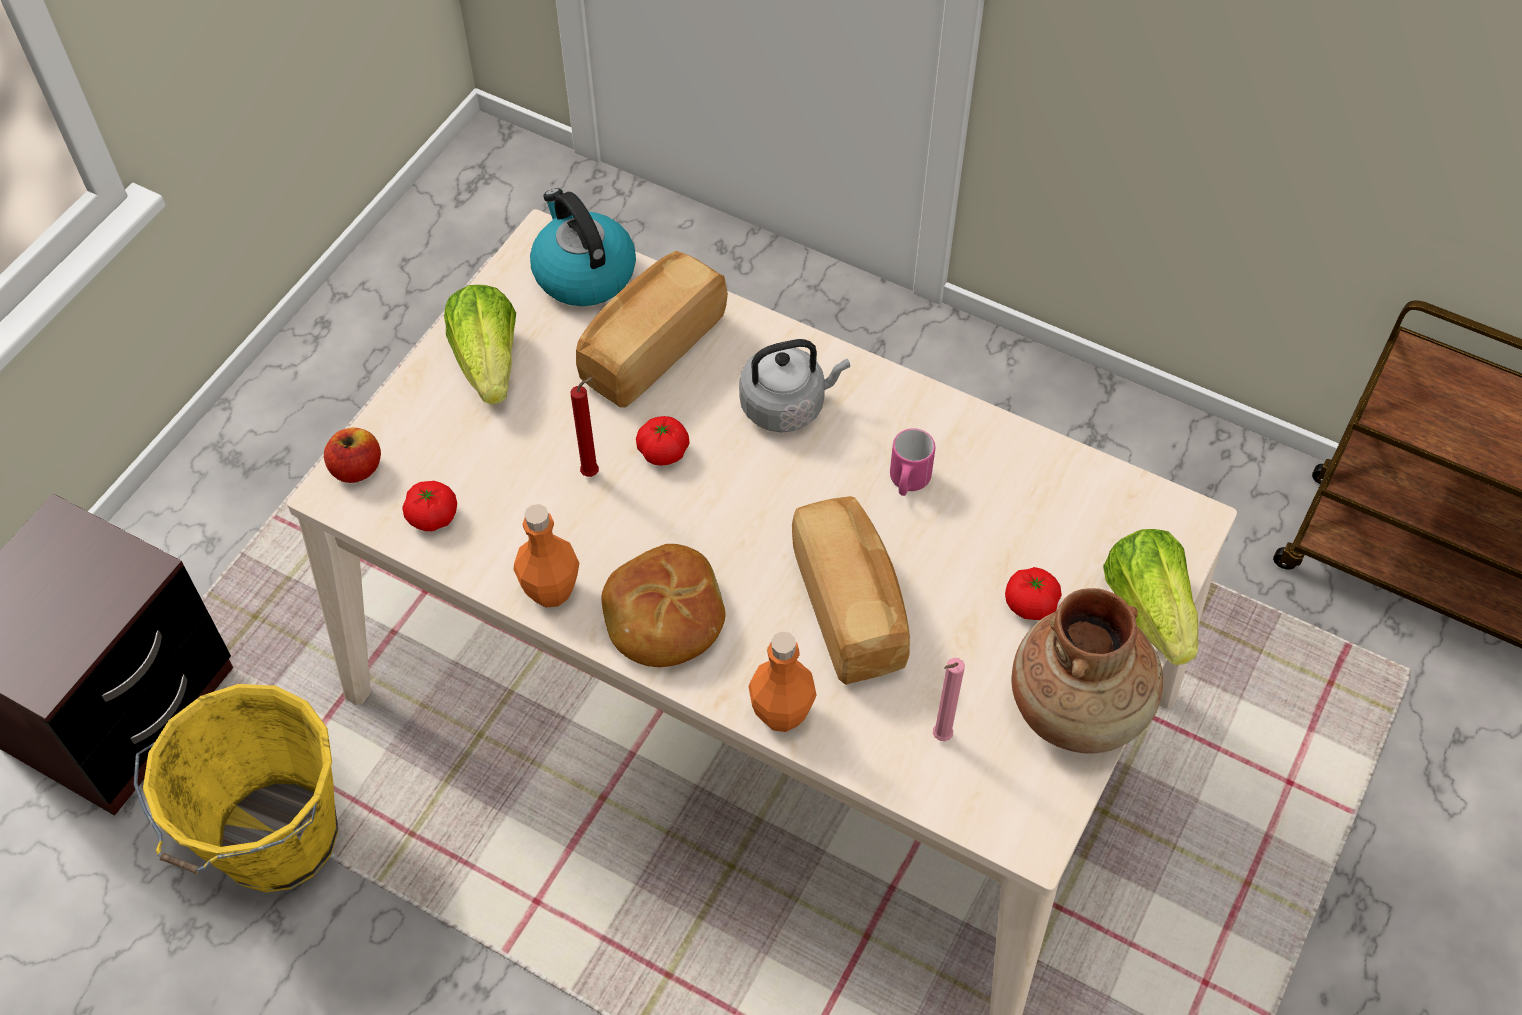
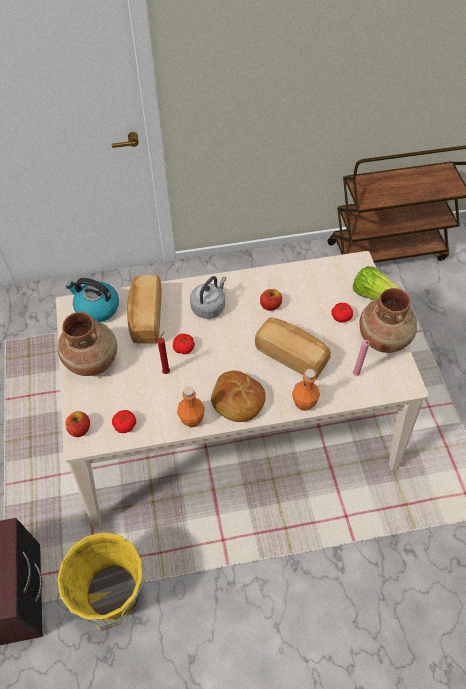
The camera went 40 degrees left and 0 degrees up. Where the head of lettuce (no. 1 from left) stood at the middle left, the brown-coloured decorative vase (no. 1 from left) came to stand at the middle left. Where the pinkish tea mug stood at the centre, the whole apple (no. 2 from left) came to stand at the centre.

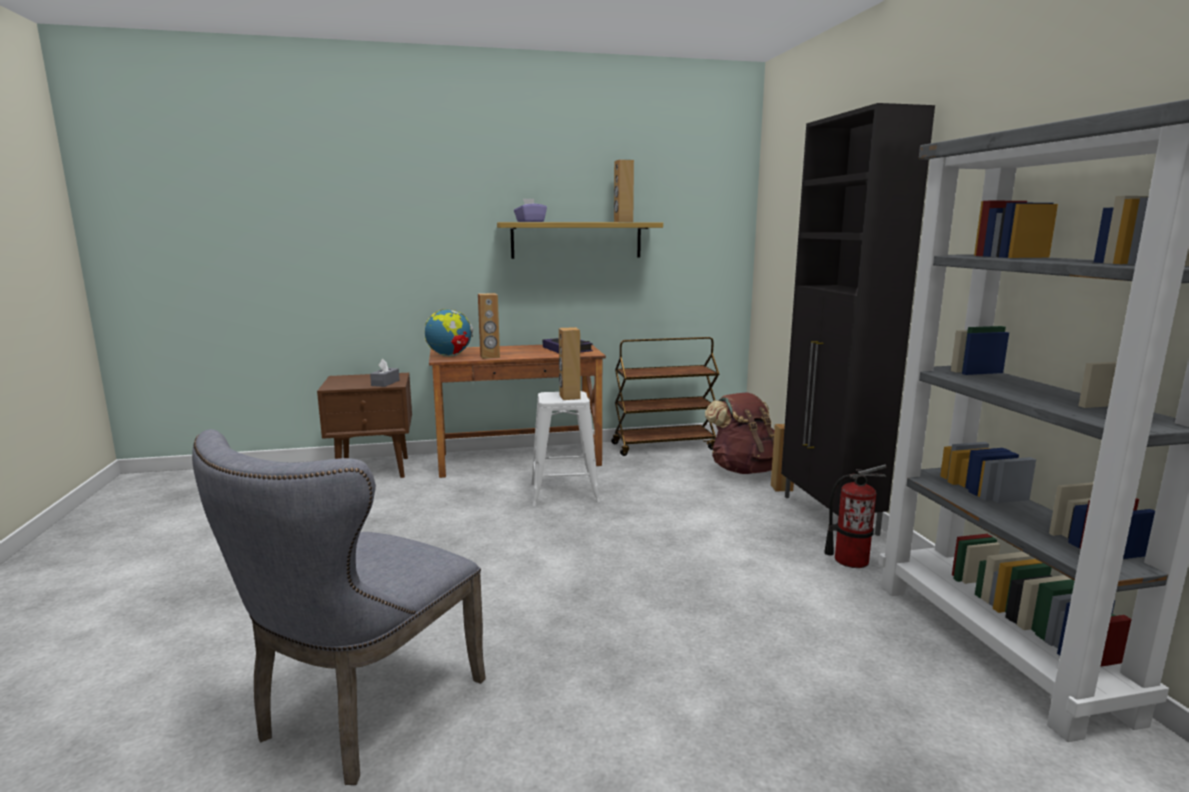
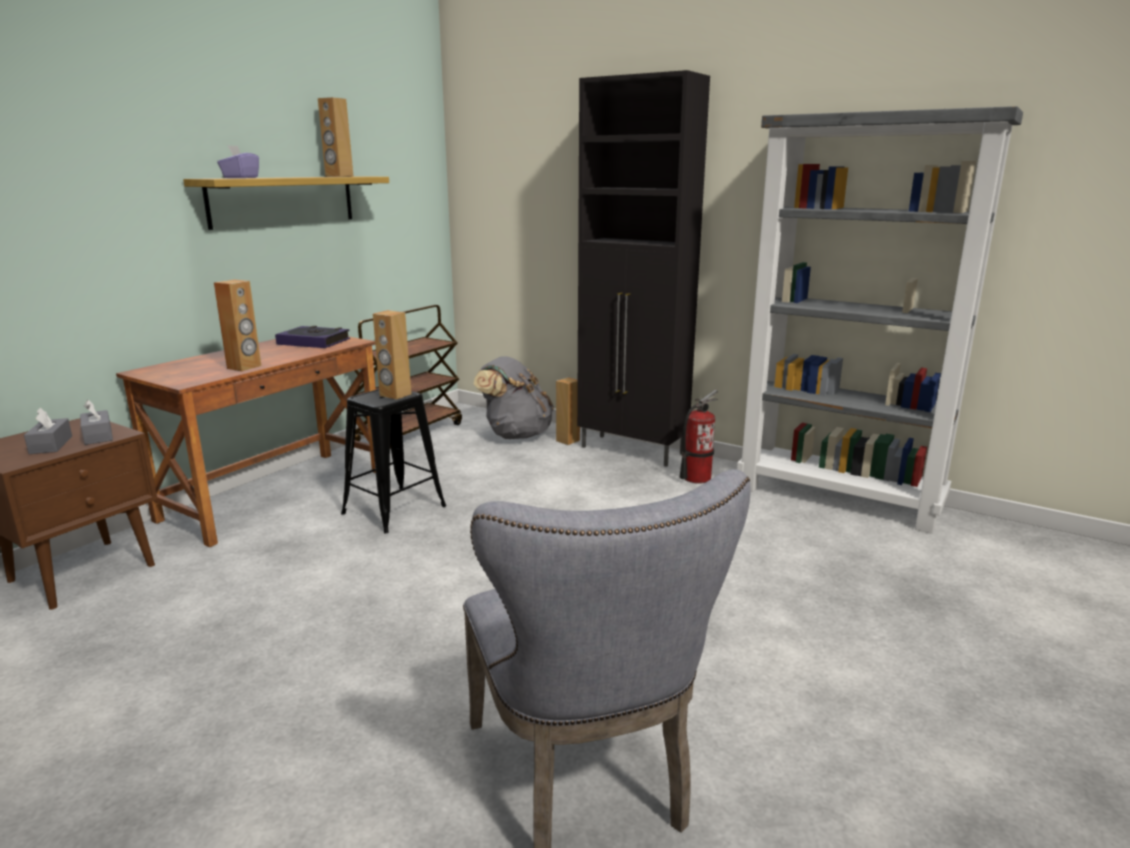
The camera went 45 degrees left and 5 degrees up. The second view lost the globe at the centre. What was the white-coloured stool seat at the centre turned into the black-coloured stool seat at the centre. What was the brown-coloured knapsack at the centre turned into the greyish knapsack at the centre. The second view gained the greyish box of tissues (no. 1 from left) at the middle left.

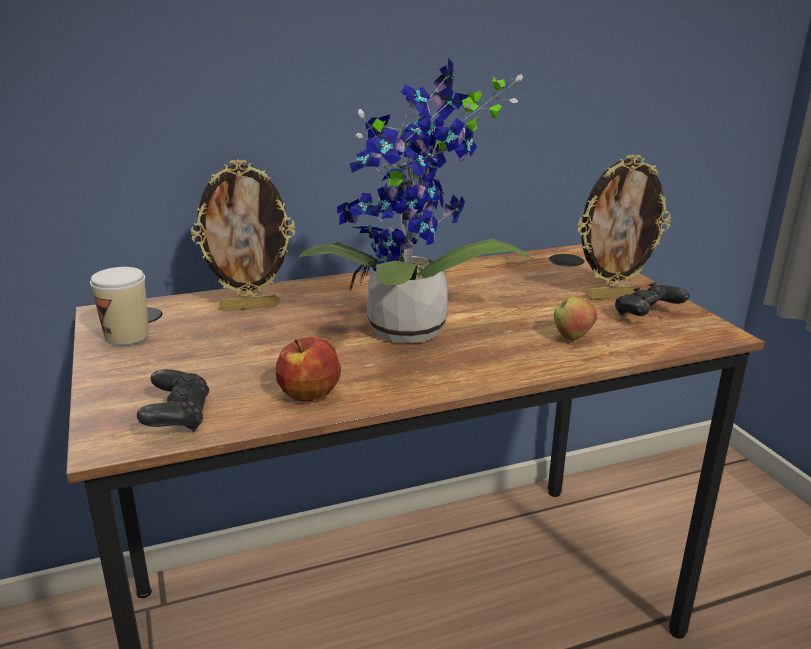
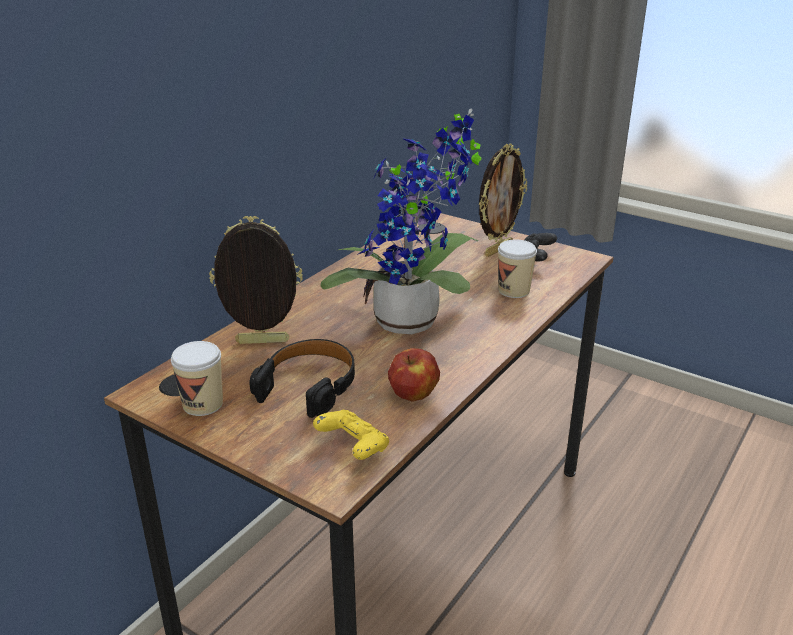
The camera went 35 degrees left and 5 degrees up. What was the black-coloured gamepad (no. 1 from left) at the middle left turned into the yellow-coloured gamepad at the bottom centre. The picture frame (no. 1 from left) at the middle left ended up facing another way, 135 degrees counterclockwise from before. Where the whole apple (no. 2 from left) stood at the middle right, the cup (no. 2 from left) came to stand at the centre. The second view gained the black-coloured headset at the centre.

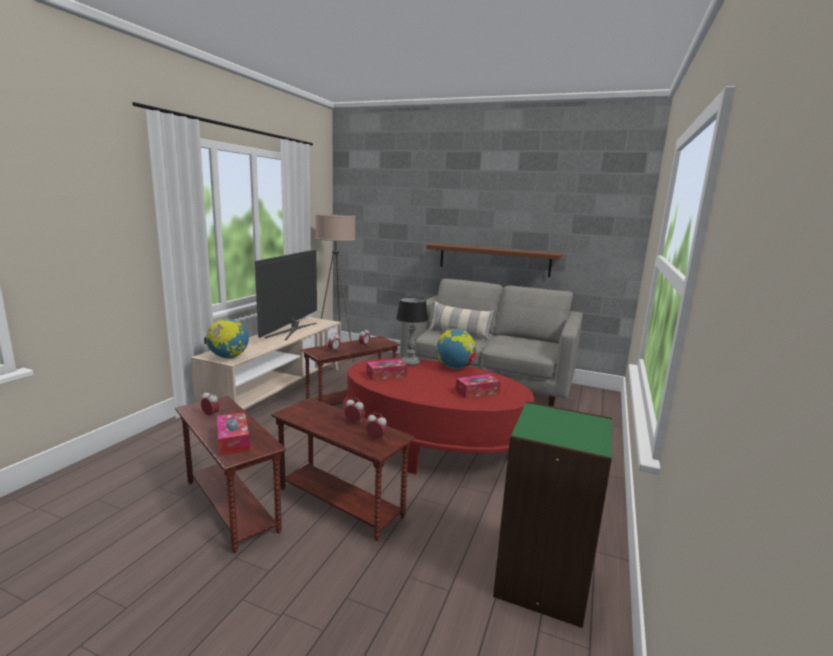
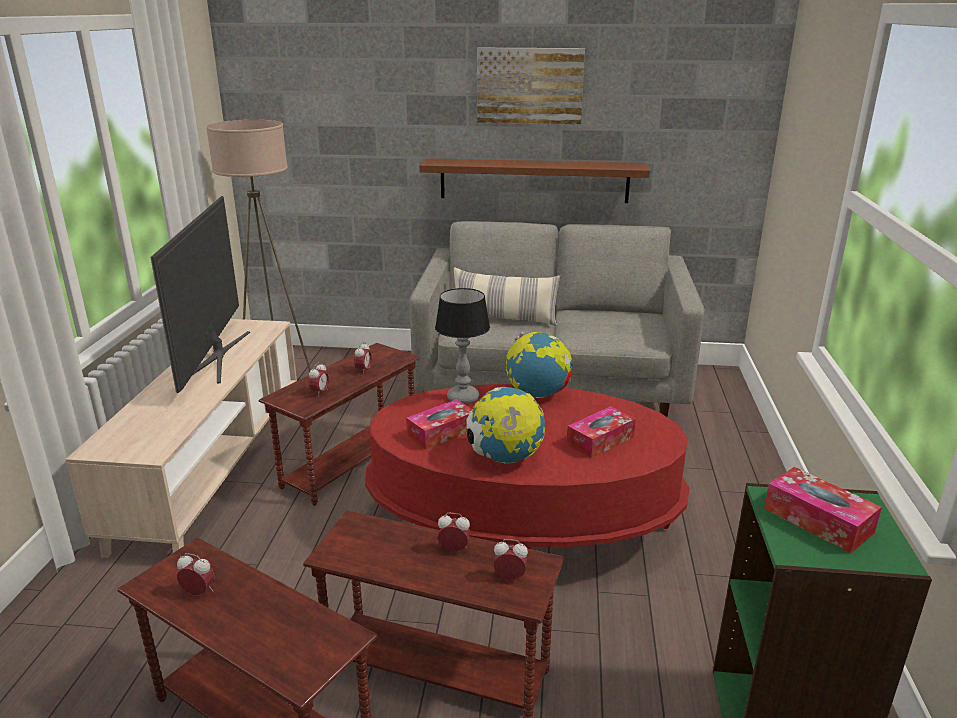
The camera went 15 degrees left and 10 degrees up. The globe (no. 1 from left) ended up elsewhere, having gone from the middle left to the centre. The box of tissues (no. 1 from left in the first image) ended up elsewhere, having gone from the middle left to the bottom right. The second view gained the wall picture at the top centre.

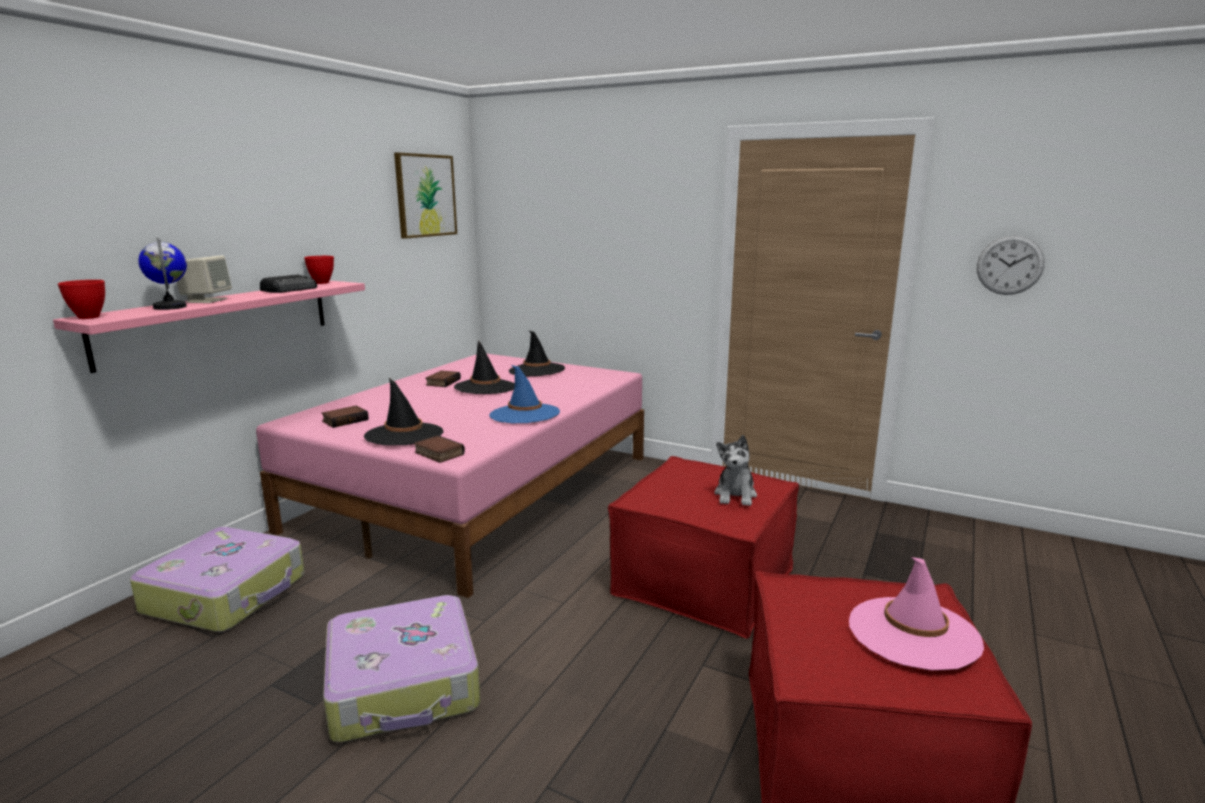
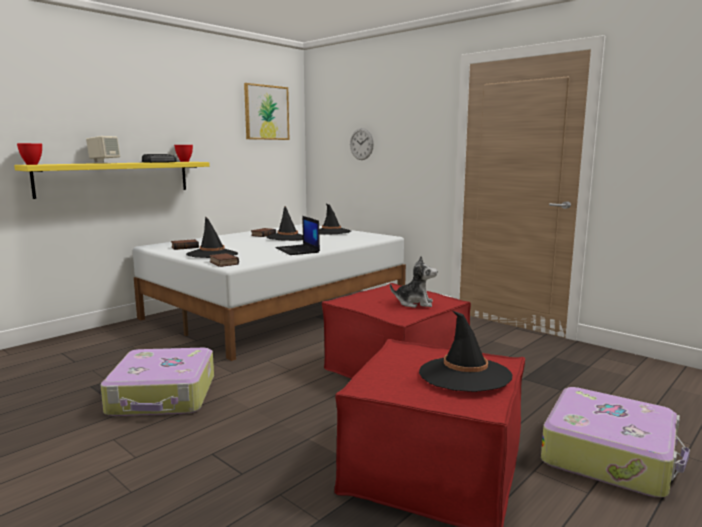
The camera went 15 degrees right and 5 degrees down. What was the pinkish bracket shelf at the middle left turned into the yellow-coloured bracket shelf at the middle left. The piece of luggage (no. 1 from left in the first image) ended up elsewhere, having gone from the bottom left to the bottom right. The second view lost the globe at the middle left. What was the pinkish bedroom bed at the centre turned into the white-coloured bedroom bed at the centre. Where the bluish wearable hat stood at the centre, the laptop came to stand at the centre. The soft toy at the centre ended up facing another way, 105 degrees counterclockwise from before. What was the pinkish wearable hat at the bottom right turned into the black-coloured wearable hat (no. 4 from left) at the centre. The hanging clock ended up elsewhere, having gone from the top right to the top centre.

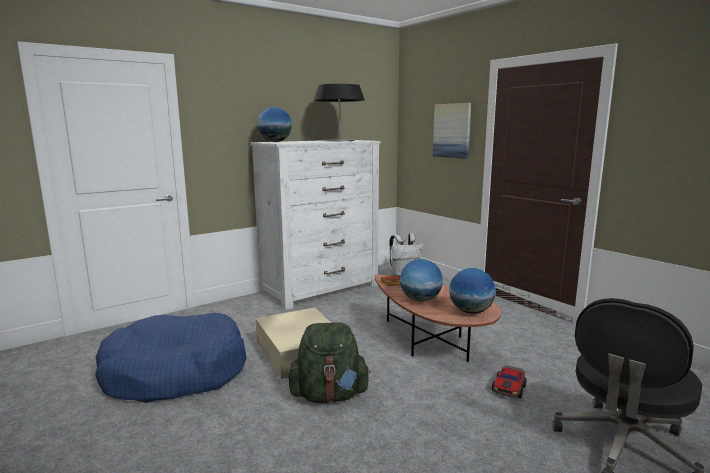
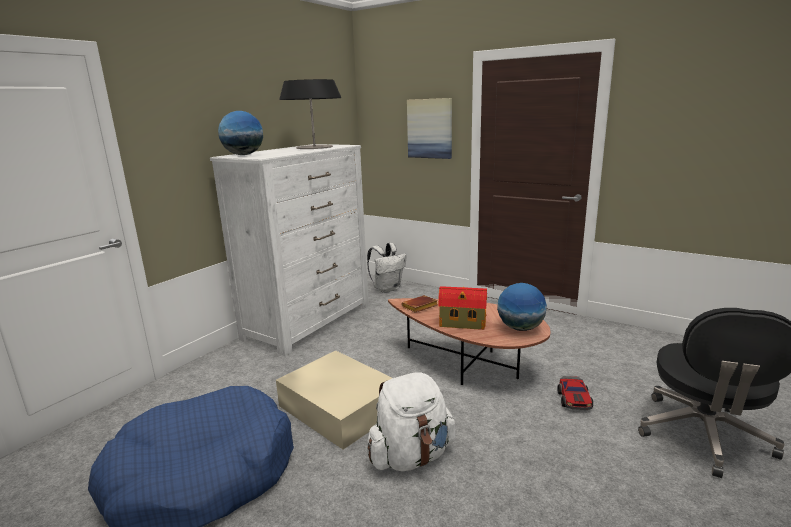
The camera went 20 degrees left and 5 degrees up. What was the greenish knapsack at the bottom centre turned into the white-coloured knapsack (no. 2 from left) at the bottom centre. Where the globe (no. 2 from left) stood at the centre, the miniature house came to stand at the centre.

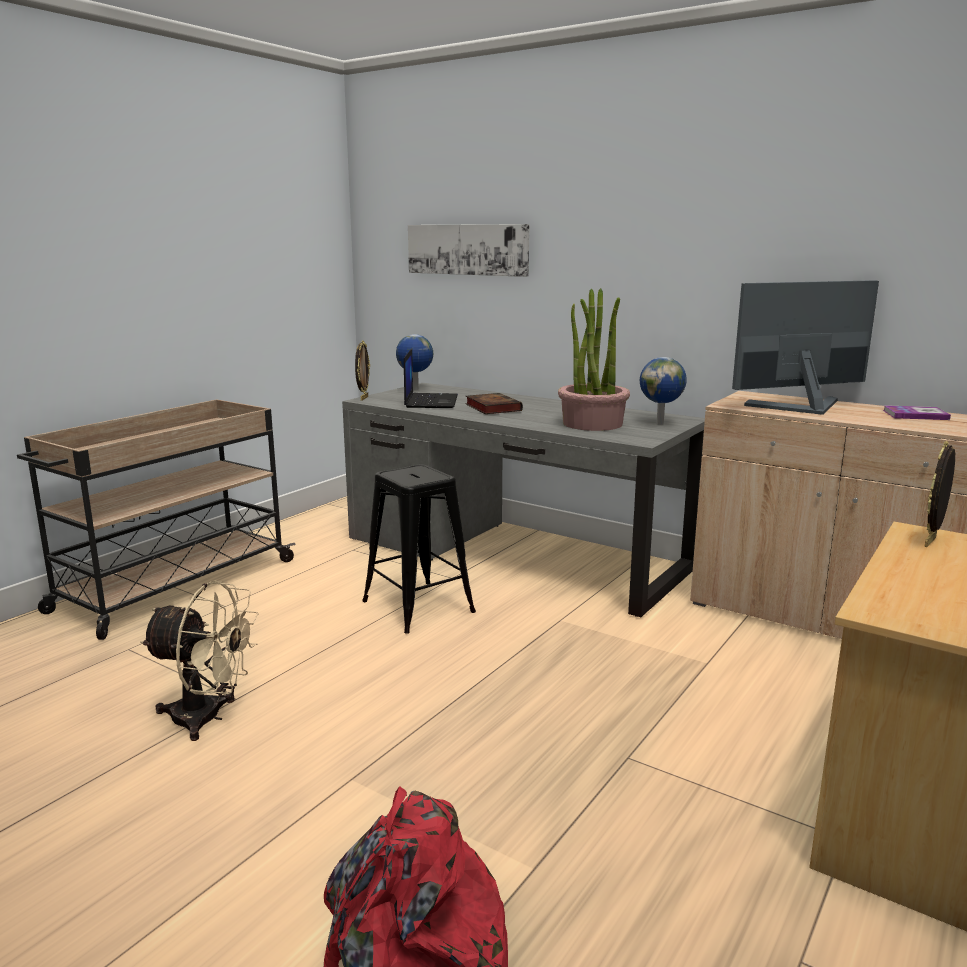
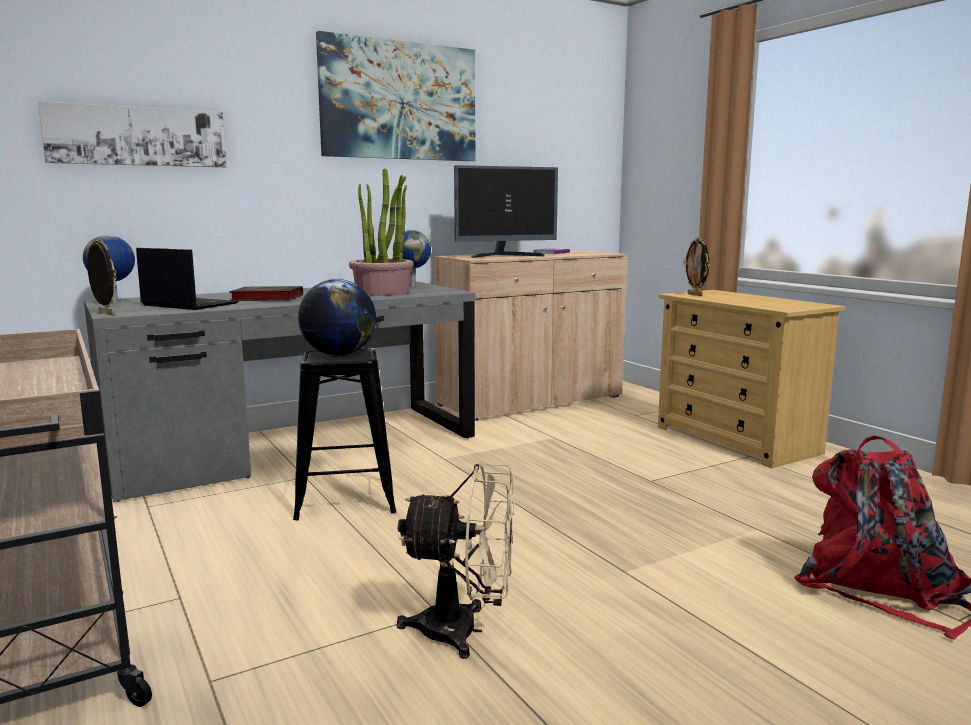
The camera went 65 degrees left and 5 degrees down. The beige fan at the bottom left ended up facing another way, 60 degrees clockwise from before. The computer screen at the middle right ended up facing another way, 120 degrees counterclockwise from before. The second view gained the globe (no. 2 from left) at the centre. The second view gained the wall picture (no. 2 from left) at the top centre.

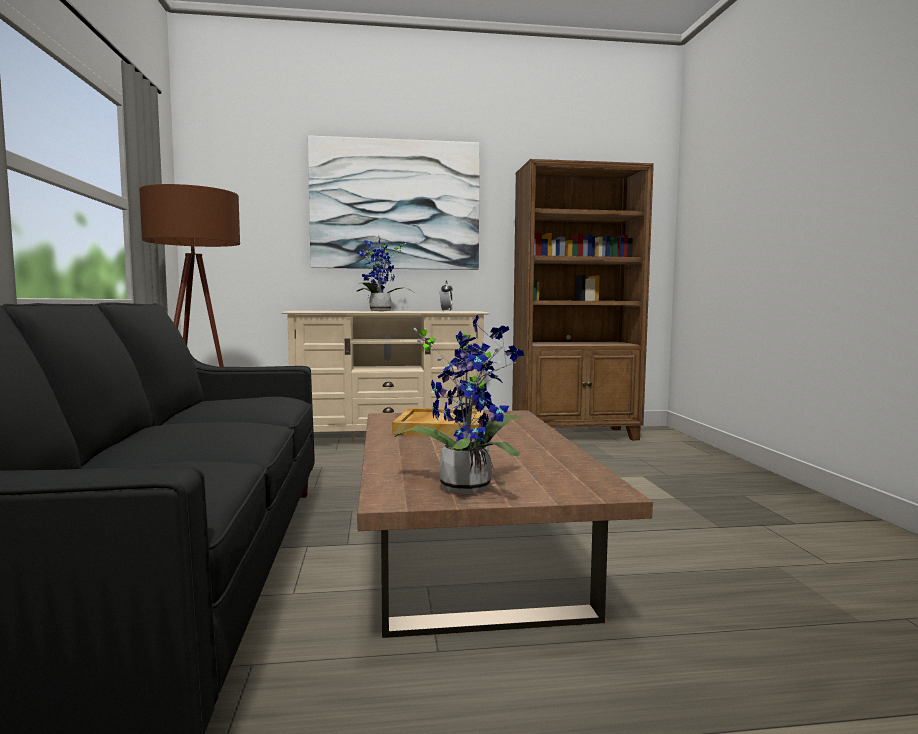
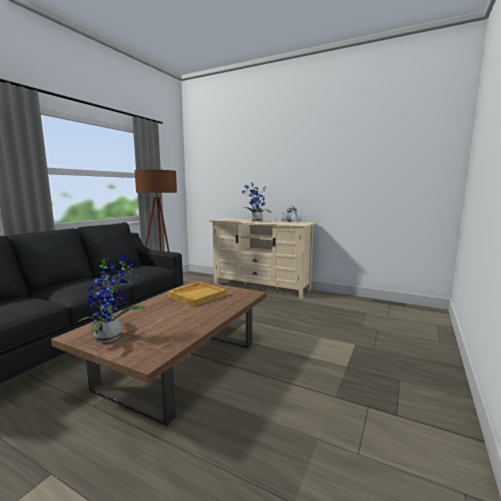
The camera went 35 degrees right and 5 degrees up. The second view lost the wall picture at the top centre. The second view lost the brown-coloured shelving unit at the centre.

